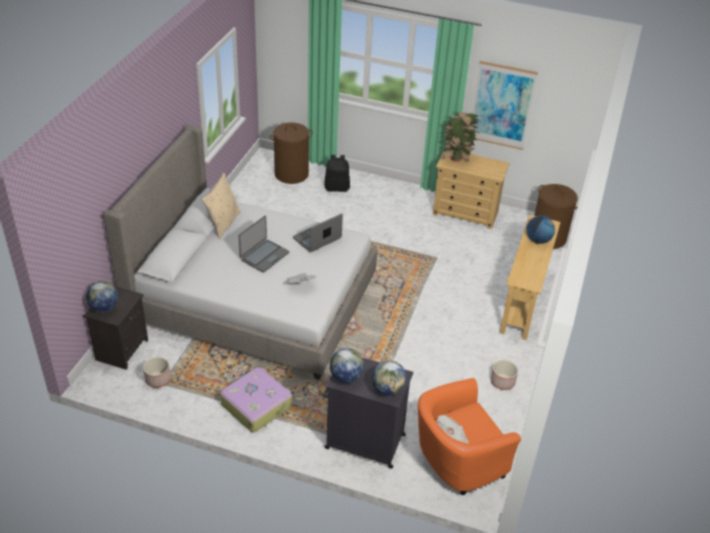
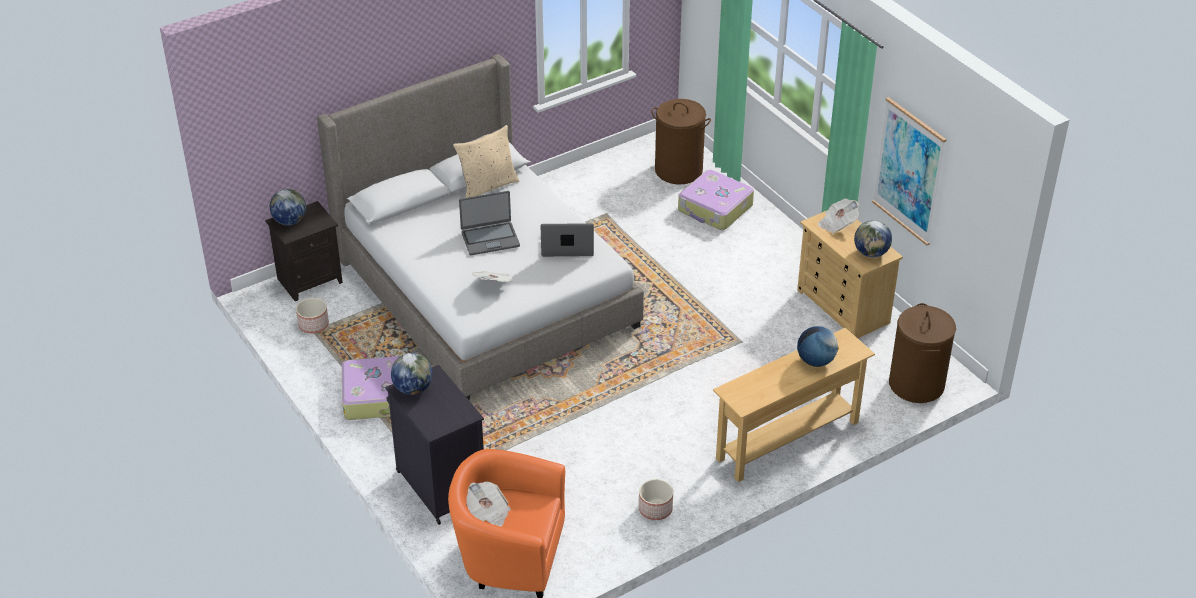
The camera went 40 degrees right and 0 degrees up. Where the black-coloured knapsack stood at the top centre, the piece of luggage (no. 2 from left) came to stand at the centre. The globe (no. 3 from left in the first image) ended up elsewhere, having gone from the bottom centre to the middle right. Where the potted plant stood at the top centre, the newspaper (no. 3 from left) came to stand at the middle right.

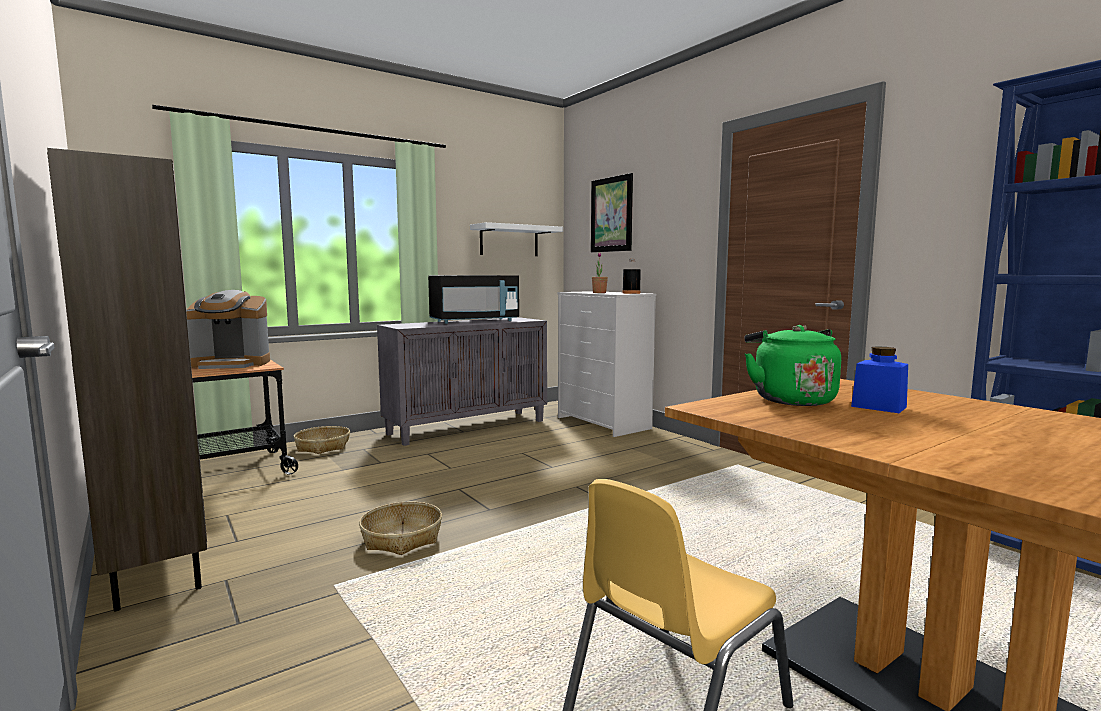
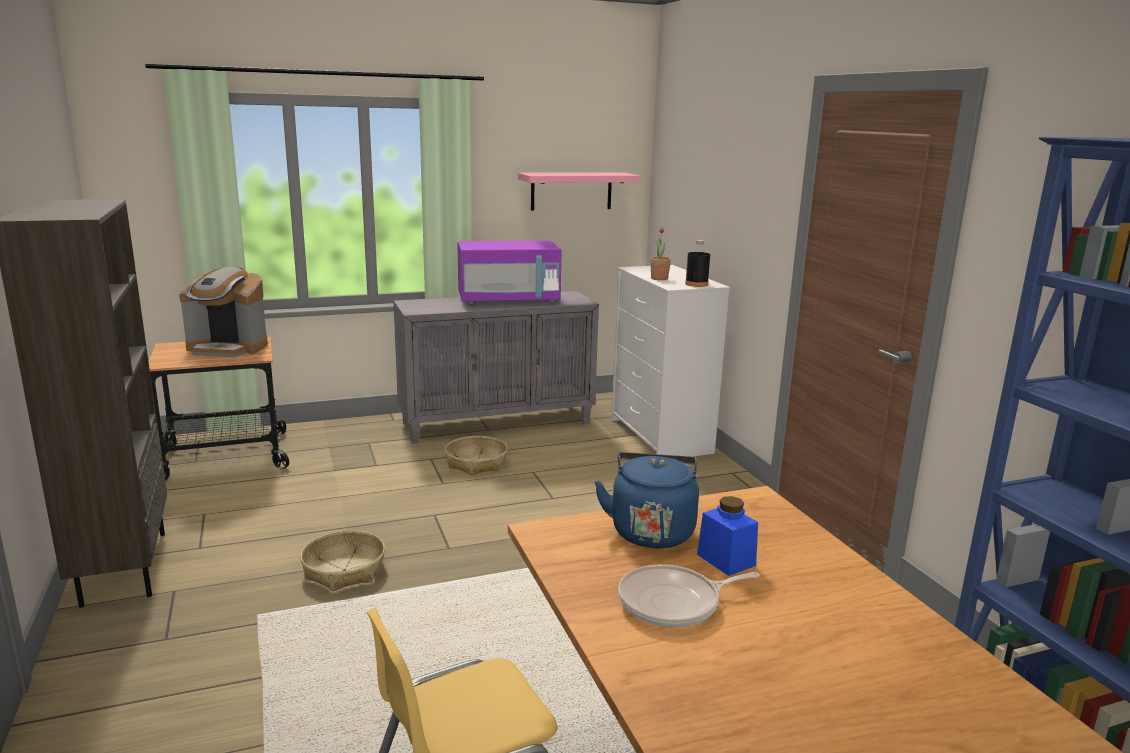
The camera went 15 degrees right and 10 degrees up. The storage basket (no. 1 from left in the first image) ended up elsewhere, having gone from the middle left to the centre. What was the black-coloured microwave oven at the centre turned into the purple-coloured microwave oven at the centre. What was the white-coloured bracket shelf at the centre turned into the pinkish bracket shelf at the top centre. The second view lost the wall picture at the top centre. What was the greenish water kettle at the middle right turned into the bluish water kettle at the centre. The second view gained the pan at the bottom centre.

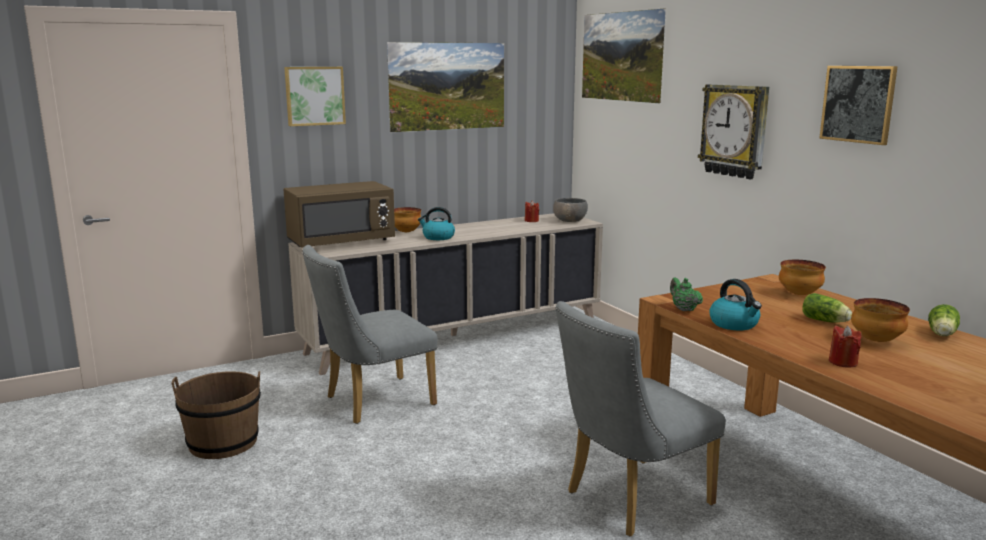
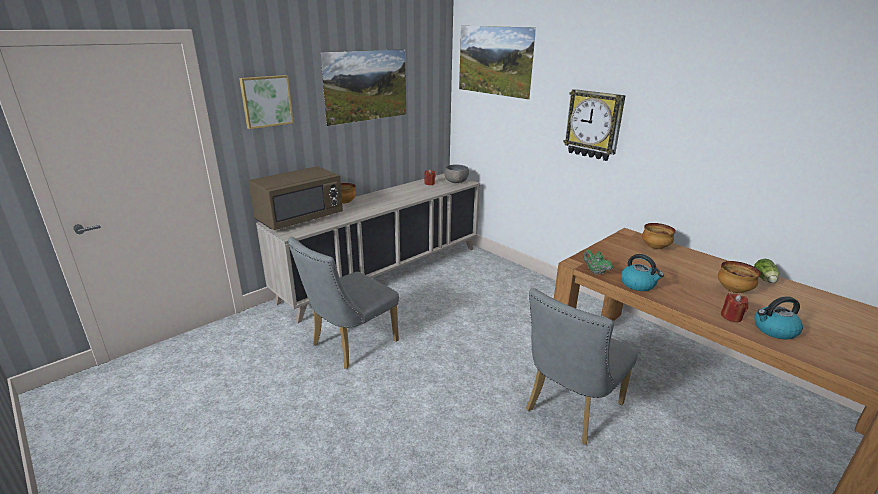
The camera went 15 degrees left and 10 degrees up. The second view lost the brown-coloured water bucket at the bottom left. The water kettle (no. 1 from left in the first image) ended up elsewhere, having gone from the centre to the middle right. The second view lost the head of lettuce (no. 1 from left) at the middle right. The second view lost the wall picture (no. 4 from left) at the top right.

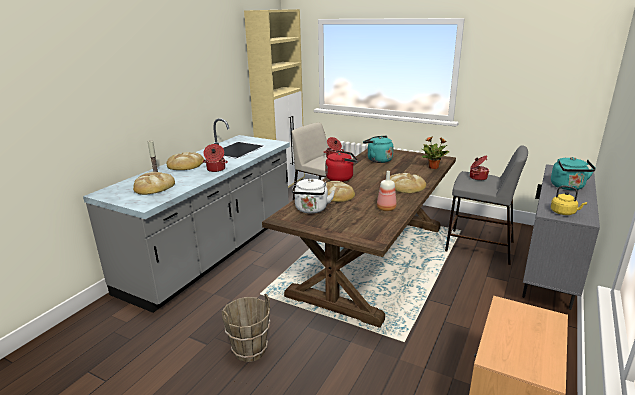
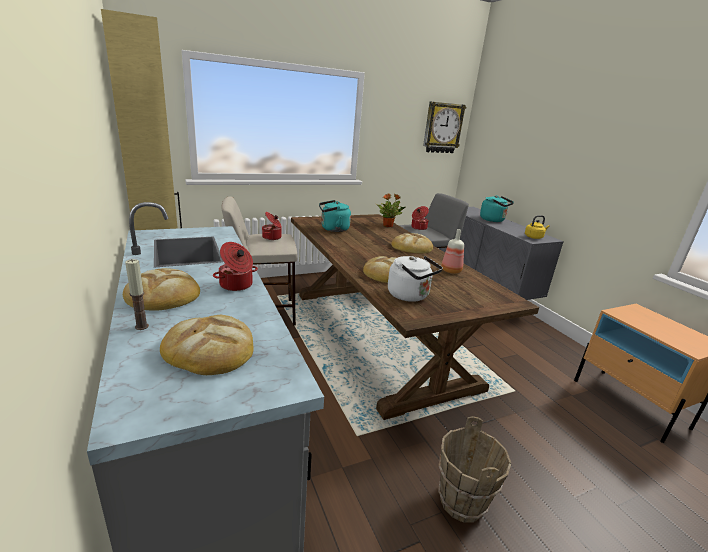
The camera went 55 degrees left and 0 degrees up. The second view lost the reddish water kettle at the centre. The second view gained the hanging clock at the top centre.

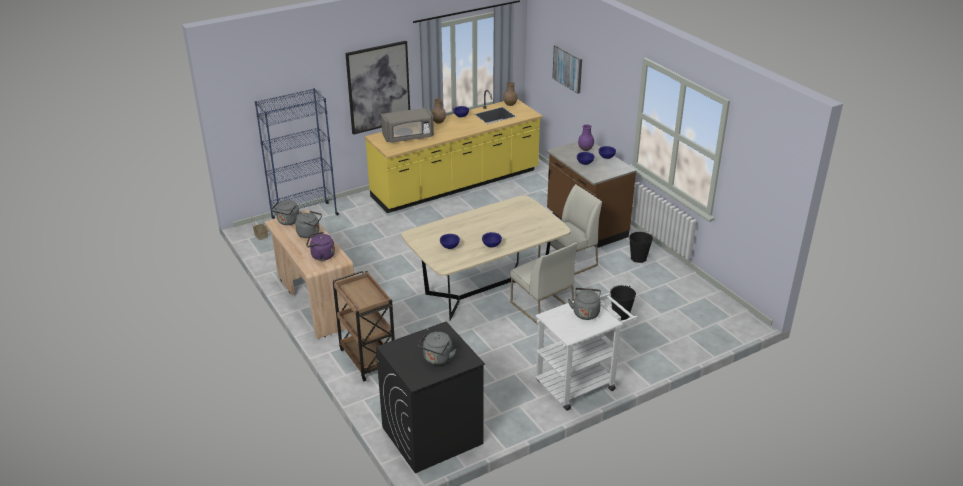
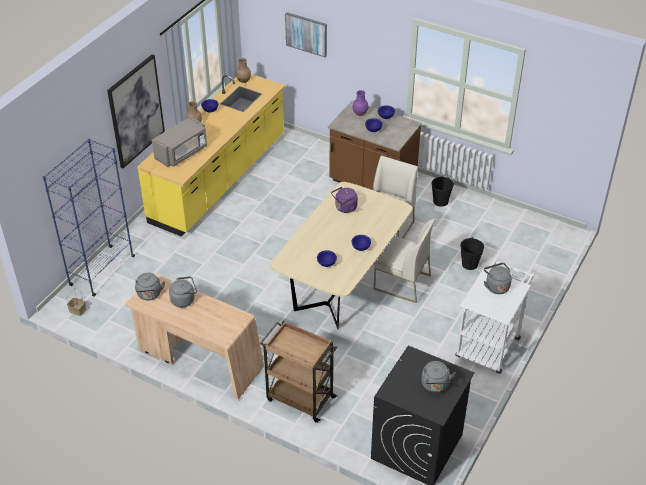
The camera went 30 degrees left and 10 degrees up. The purple-coloured water kettle ended up elsewhere, having gone from the middle left to the centre.

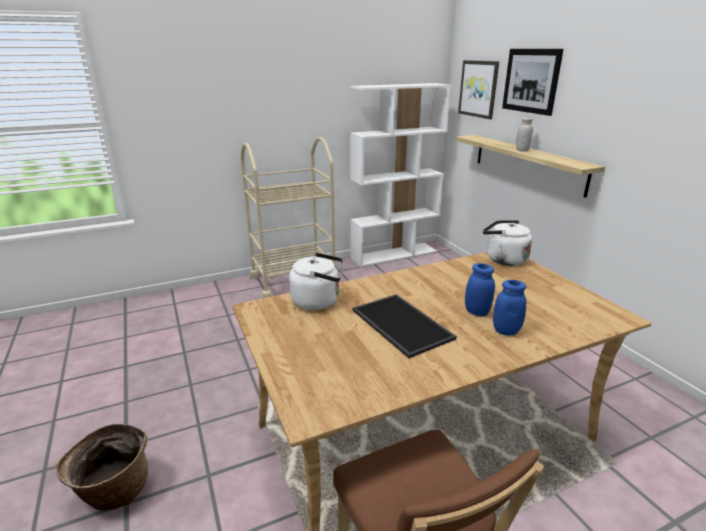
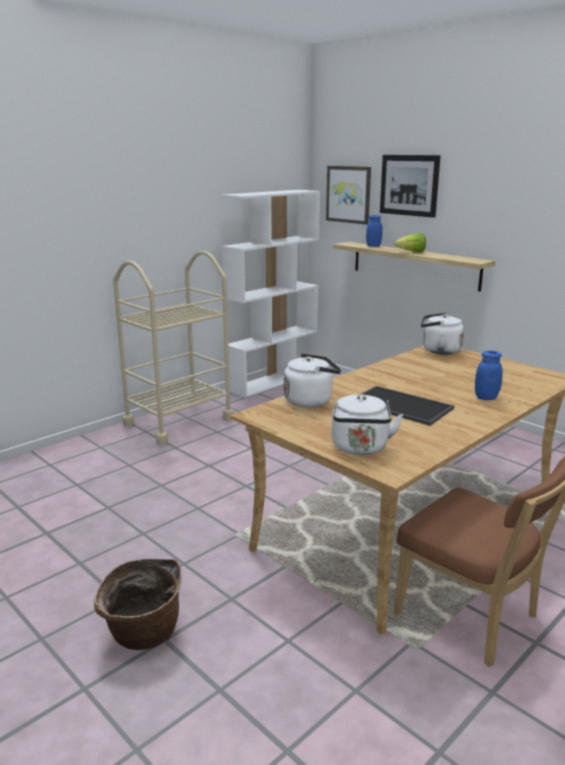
The camera went 20 degrees left and 5 degrees down. The bluish jar (no. 1 from left) ended up elsewhere, having gone from the middle right to the top centre. Where the white-coloured jar stood at the top right, the head of lettuce came to stand at the top right. The second view gained the white-coloured water kettle (no. 2 from left) at the centre.

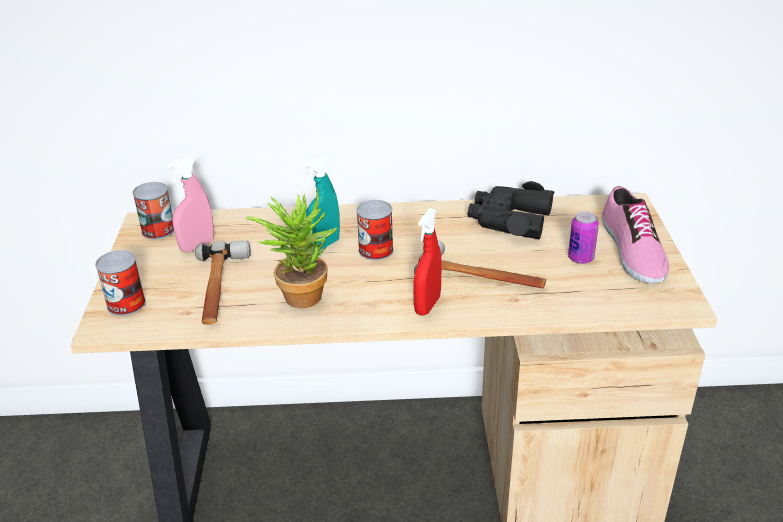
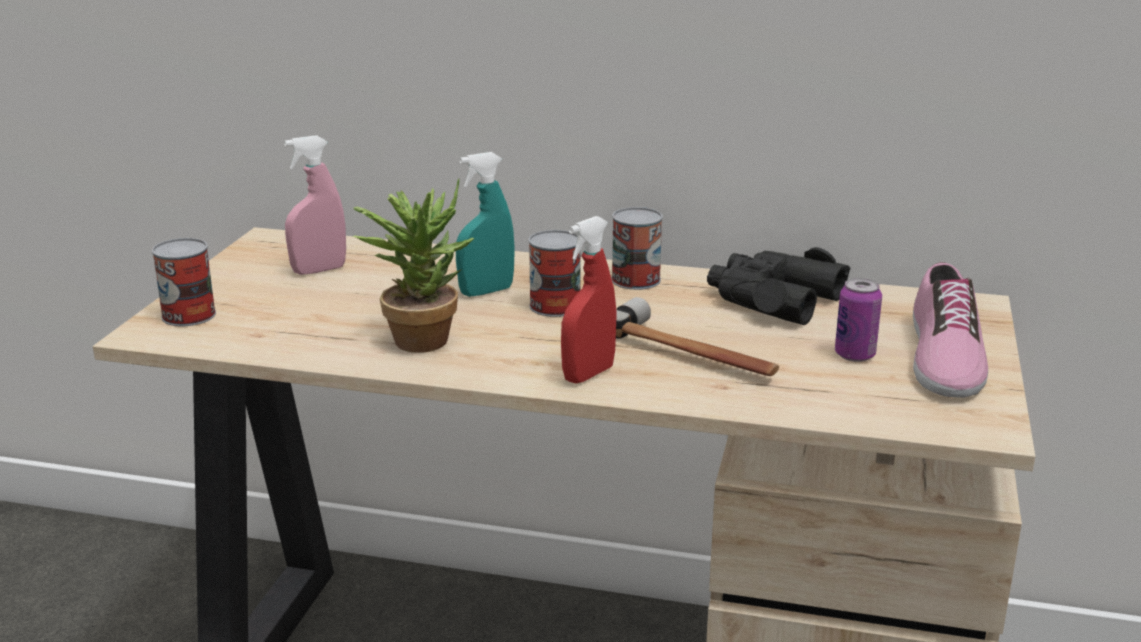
The camera went 15 degrees right and 10 degrees down. The can (no. 2 from left in the first image) ended up elsewhere, having gone from the middle left to the centre. The second view lost the hammer (no. 1 from left) at the middle left.

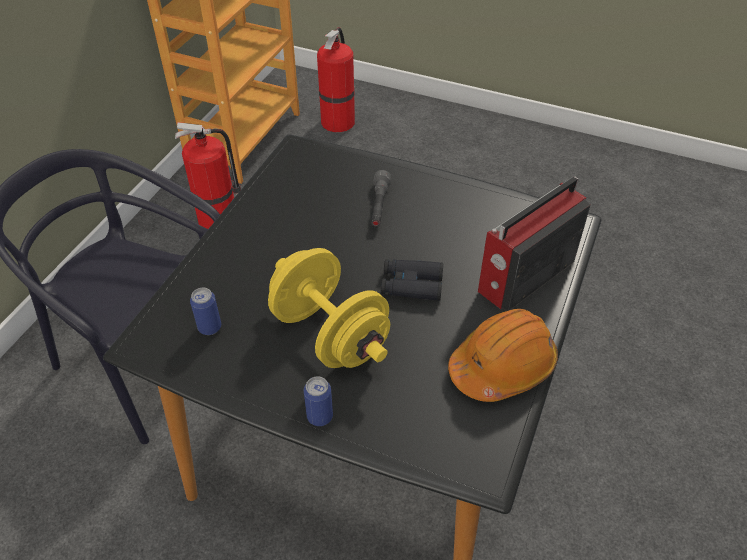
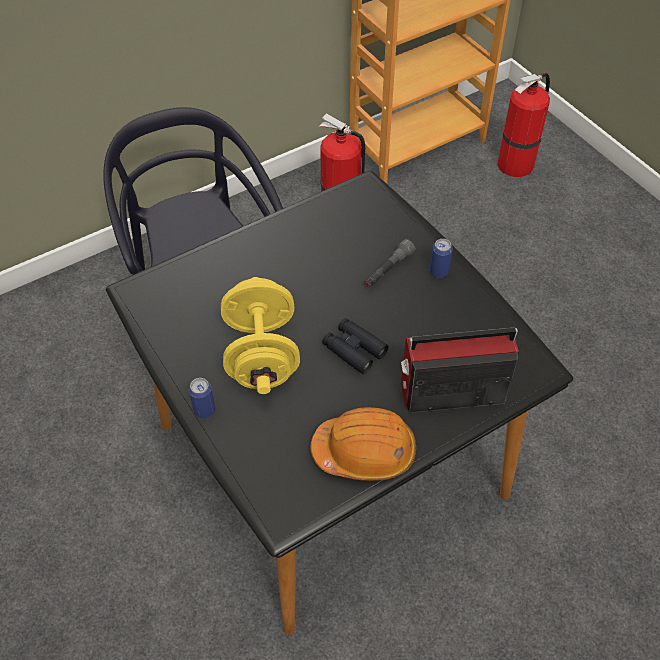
The camera went 35 degrees right and 5 degrees up. The can (no. 1 from left in the first image) ended up elsewhere, having gone from the middle left to the middle right.

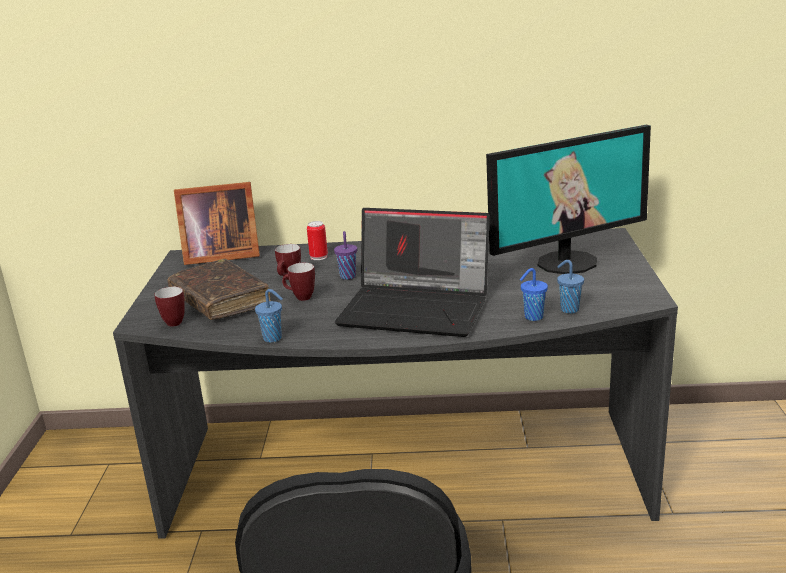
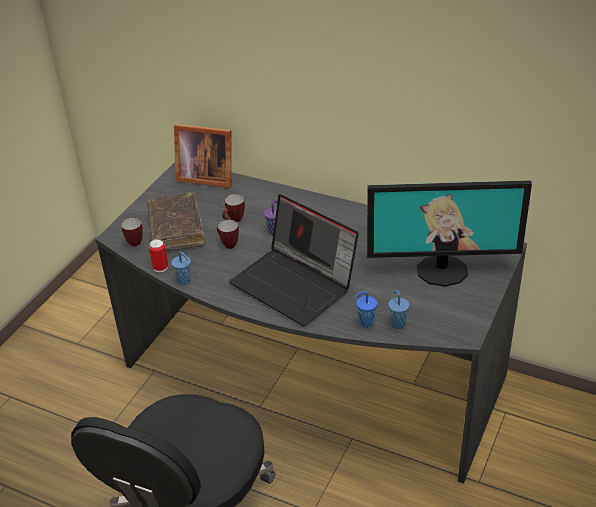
The camera went 25 degrees right and 15 degrees up. The can ended up elsewhere, having gone from the centre to the middle left.

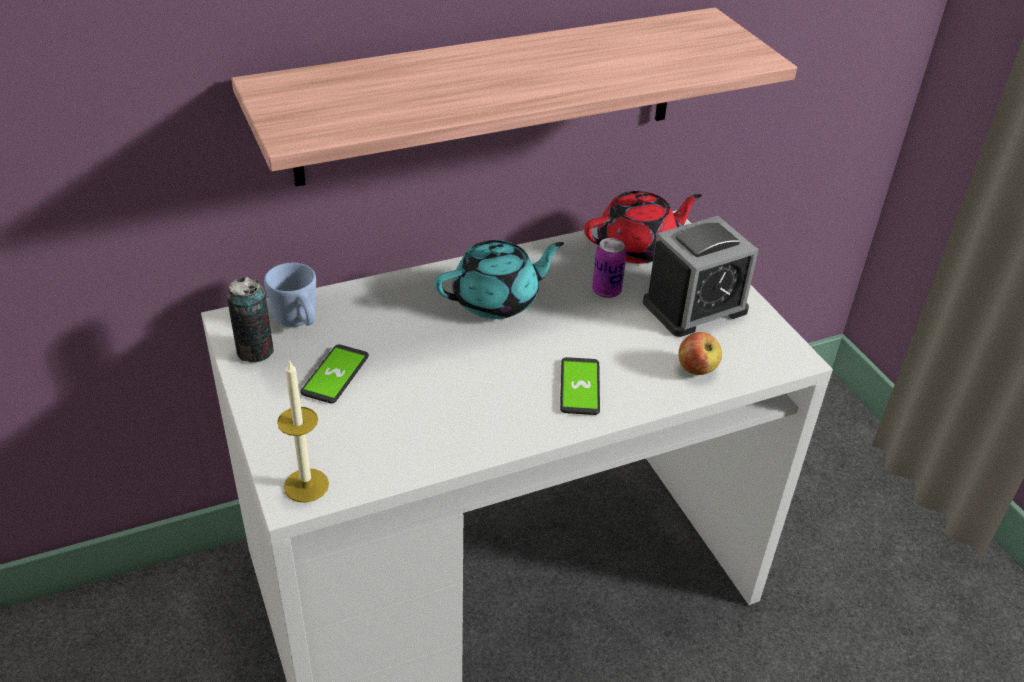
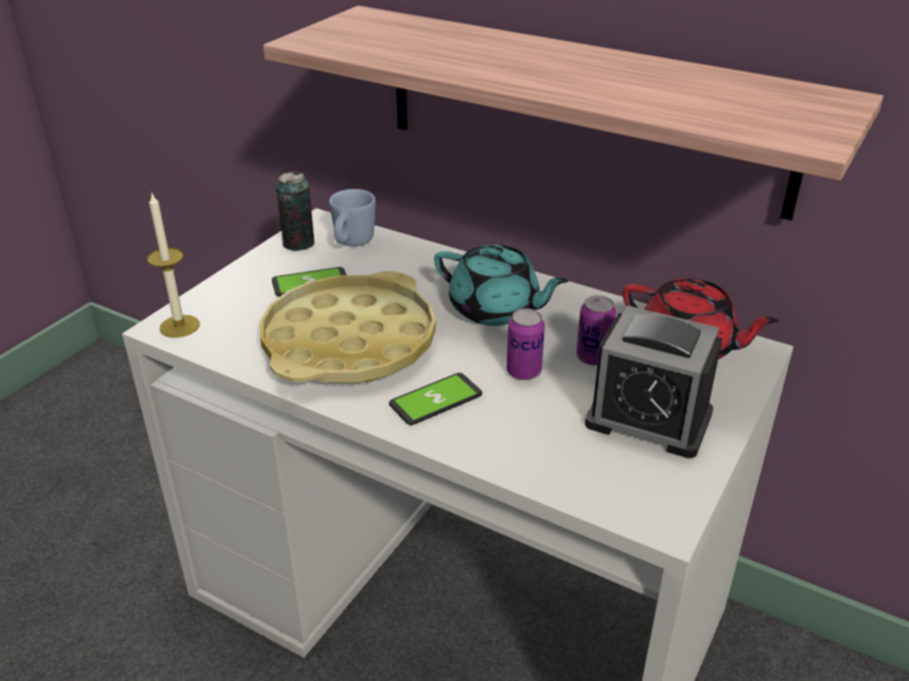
The camera went 55 degrees right and 5 degrees down. The second view lost the whole apple at the middle right. The second view gained the yellow-coloured serving tray at the centre. The second view gained the can (no. 2 from left) at the centre.

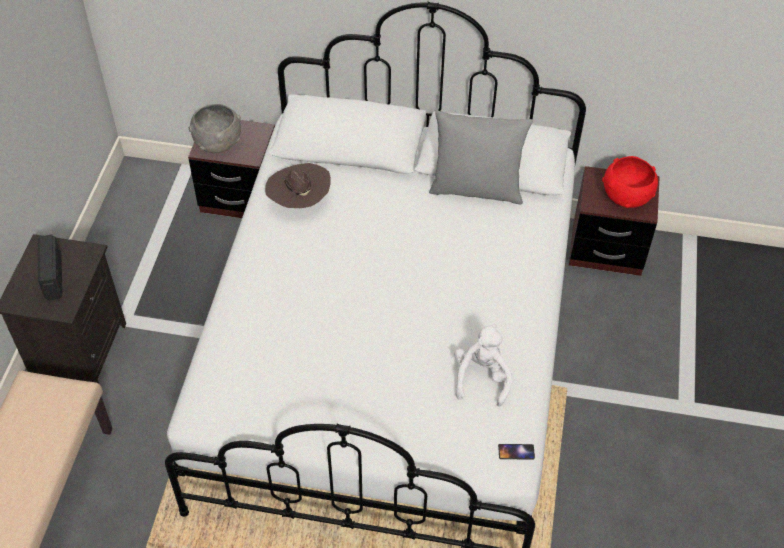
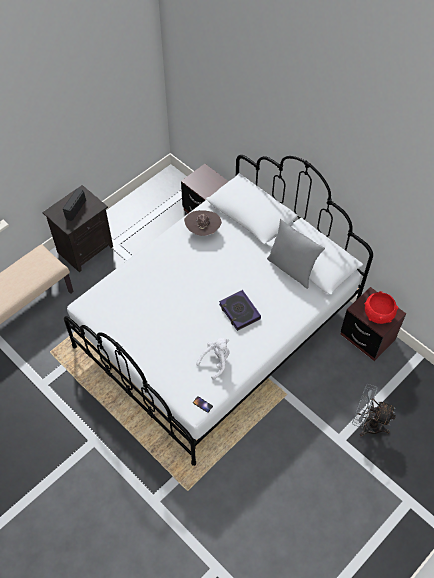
The camera went 35 degrees right and 5 degrees up. The second view lost the greyish deep dish at the top left. The second view gained the bound book at the centre. The second view gained the greyish fan at the bottom right.

